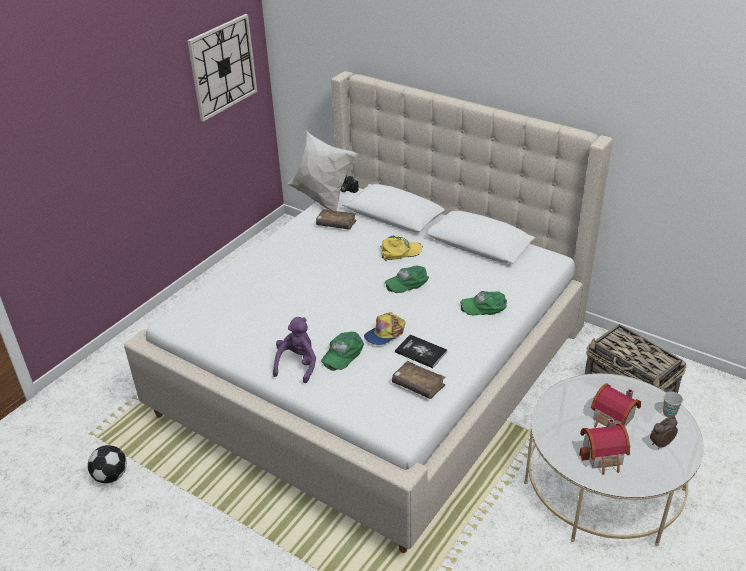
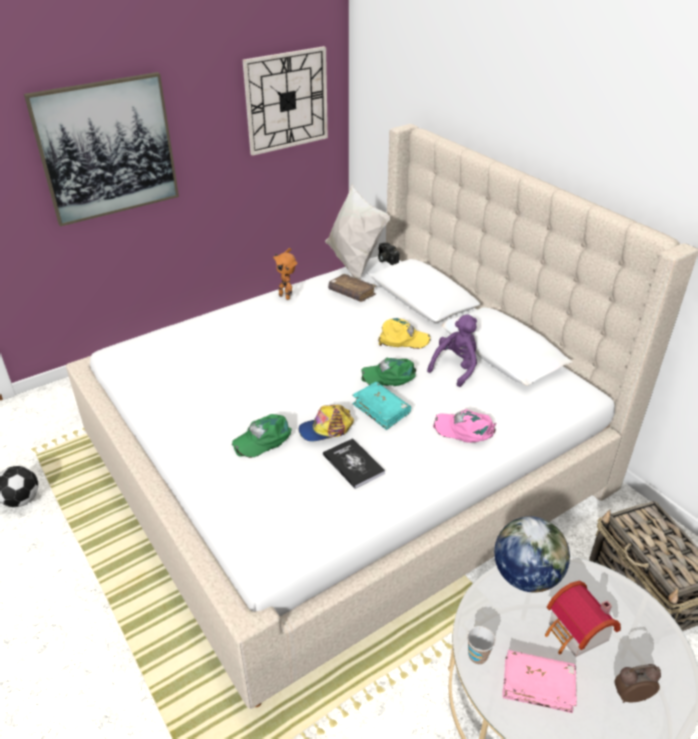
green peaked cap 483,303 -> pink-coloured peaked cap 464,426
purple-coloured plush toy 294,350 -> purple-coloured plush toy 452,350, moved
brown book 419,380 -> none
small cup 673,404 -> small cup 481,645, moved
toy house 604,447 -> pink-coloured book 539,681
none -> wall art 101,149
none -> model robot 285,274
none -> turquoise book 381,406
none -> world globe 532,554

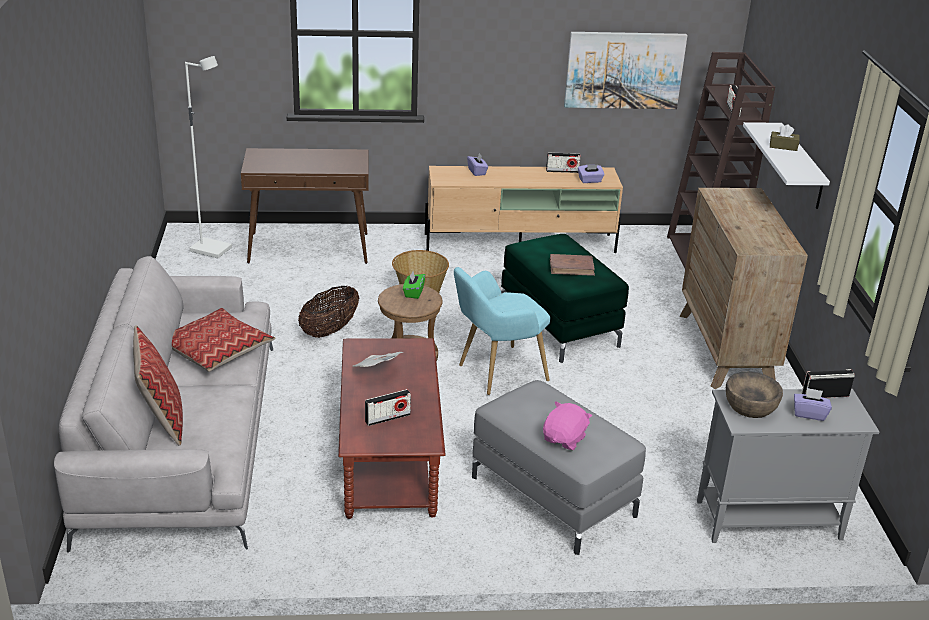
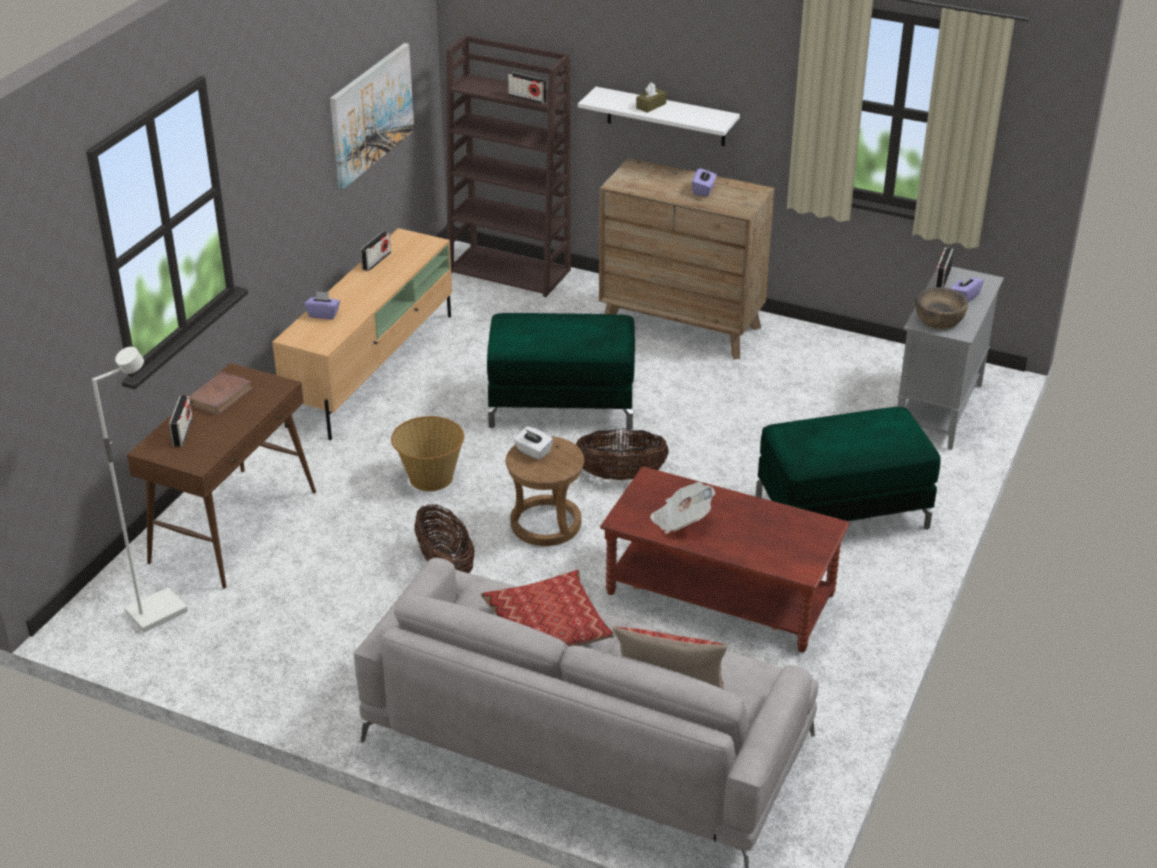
purple-coloured tissue box 591,174 -> purple-coloured tissue box 704,182, moved
brown book 572,265 -> brown book 221,393, moved
turquoise easy chair 502,331 -> household basket 622,454
green tissue box 414,285 -> white tissue box 533,443
gray ottoman 559,467 -> green ottoman 848,468
radio set 388,407 -> radio set 181,421, moved
pink-coloured plush toy 567,425 -> none

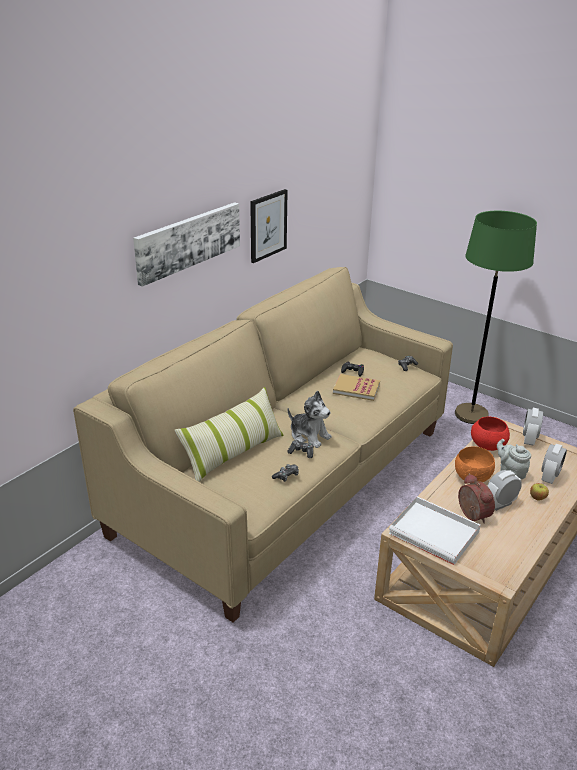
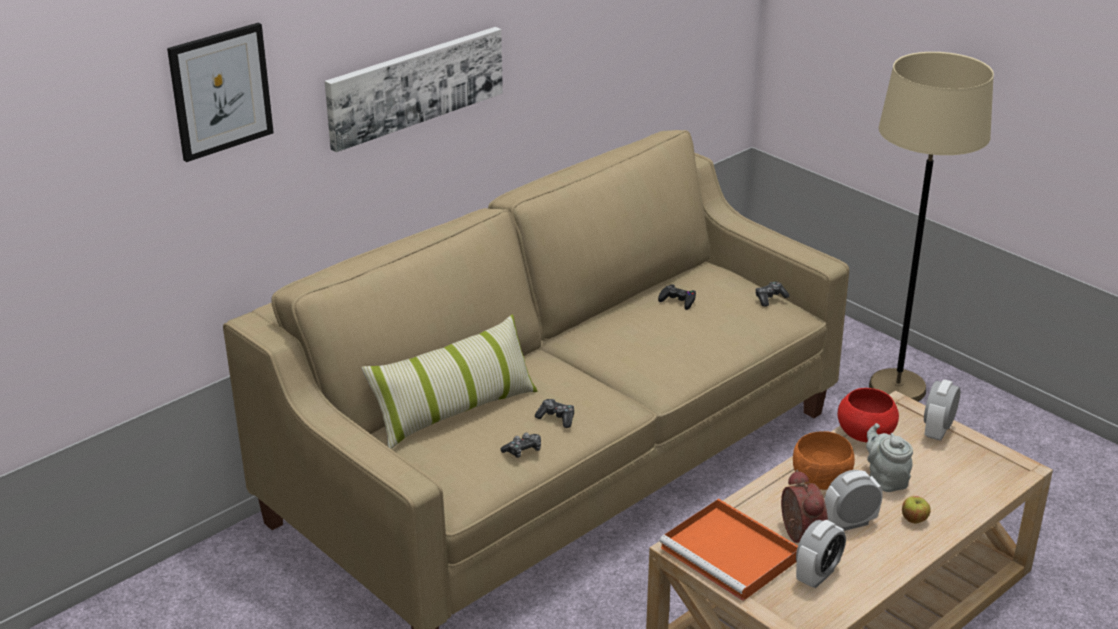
wall art 269,226 -> wall art 220,92, moved
green standard lamp 496,317 -> beige-coloured standard lamp 931,227
book 356,387 -> none
plush toy 310,419 -> none
bedside clock 554,464 -> bedside clock 821,554, moved
white tray 435,530 -> orangey tray 728,550

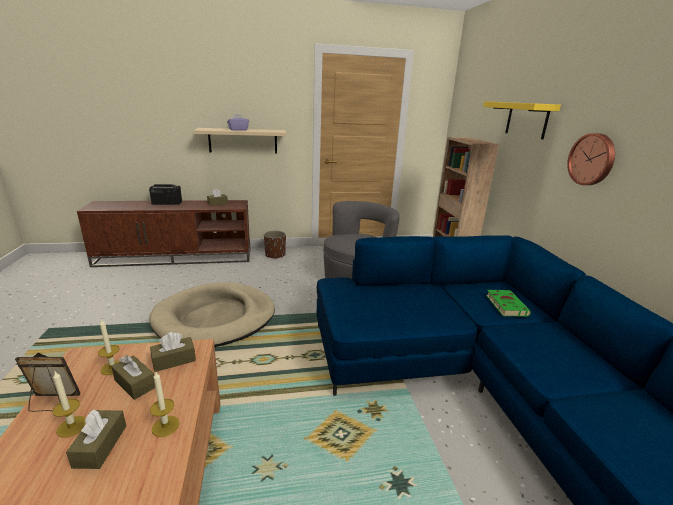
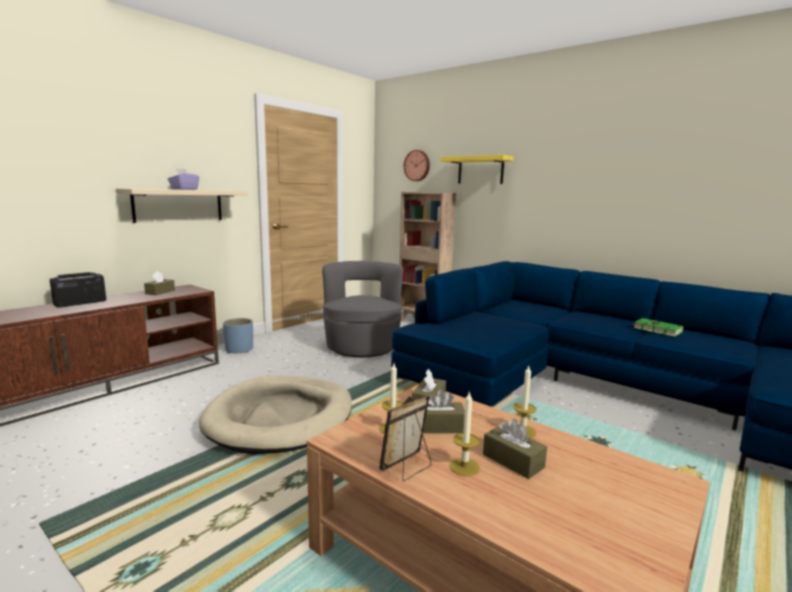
wall clock 591,159 -> wall clock 416,165, moved
brown planter 275,245 -> bluish planter 238,335
green book 508,303 -> green book 657,327, moved

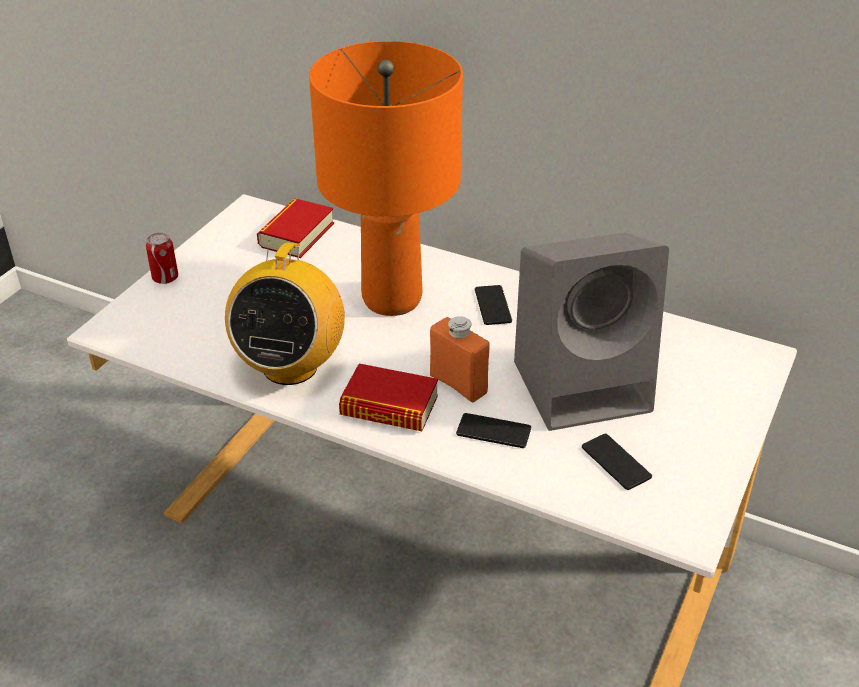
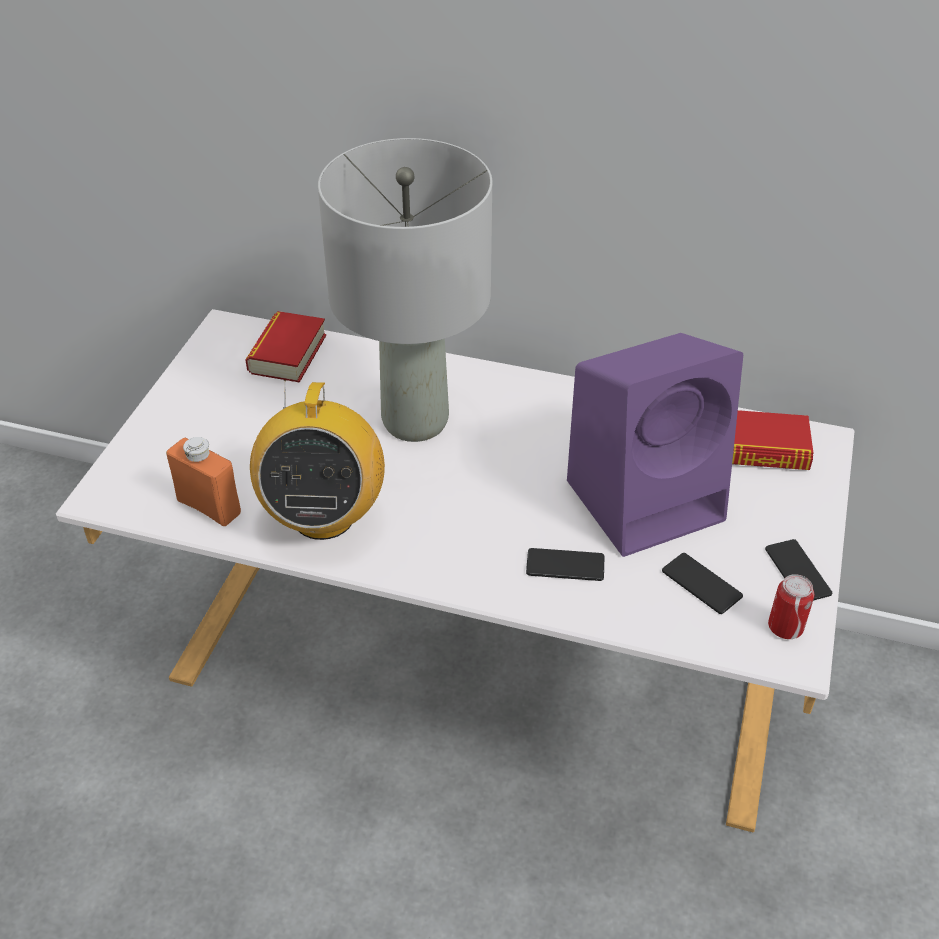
orangey lamp for a table 386,178 -> gray lamp for a table 405,290
sealed can 162,258 -> sealed can 791,606, moved
gray audio speaker 591,332 -> purple-coloured audio speaker 655,445
telephone 493,305 -> telephone 798,569, moved
orangey bottle 460,359 -> orangey bottle 203,481, moved
book 388,397 -> book 772,440, moved

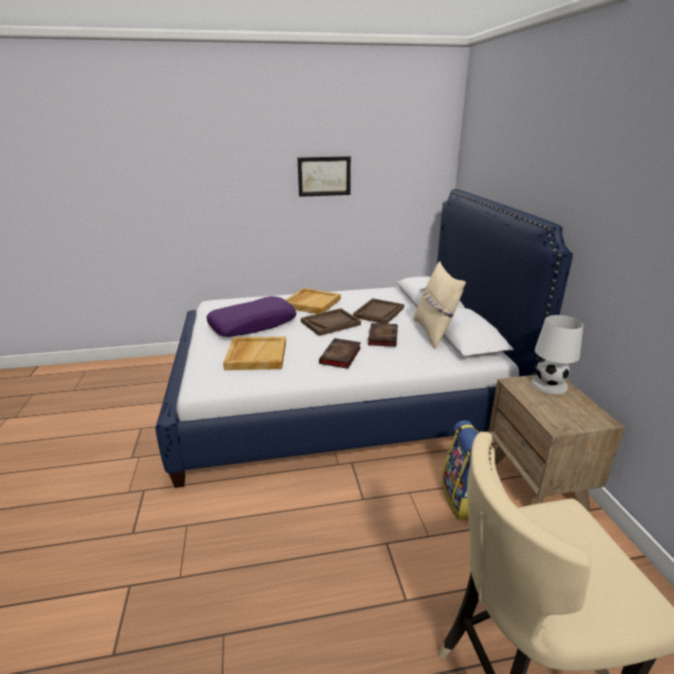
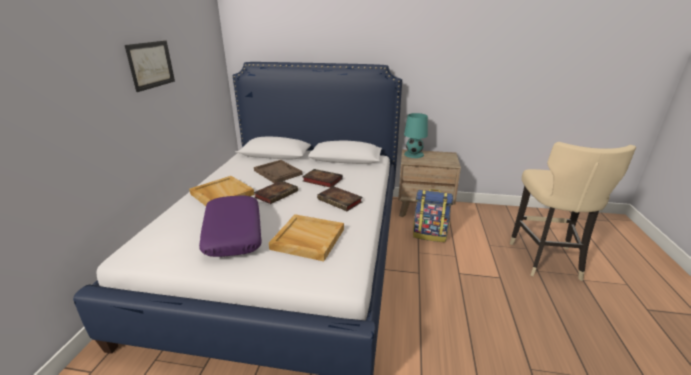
beige-coloured throw pillow 439,304 -> none
brown tray 331,322 -> book 276,192
white lamp for a table 557,354 -> turquoise lamp for a table 416,135

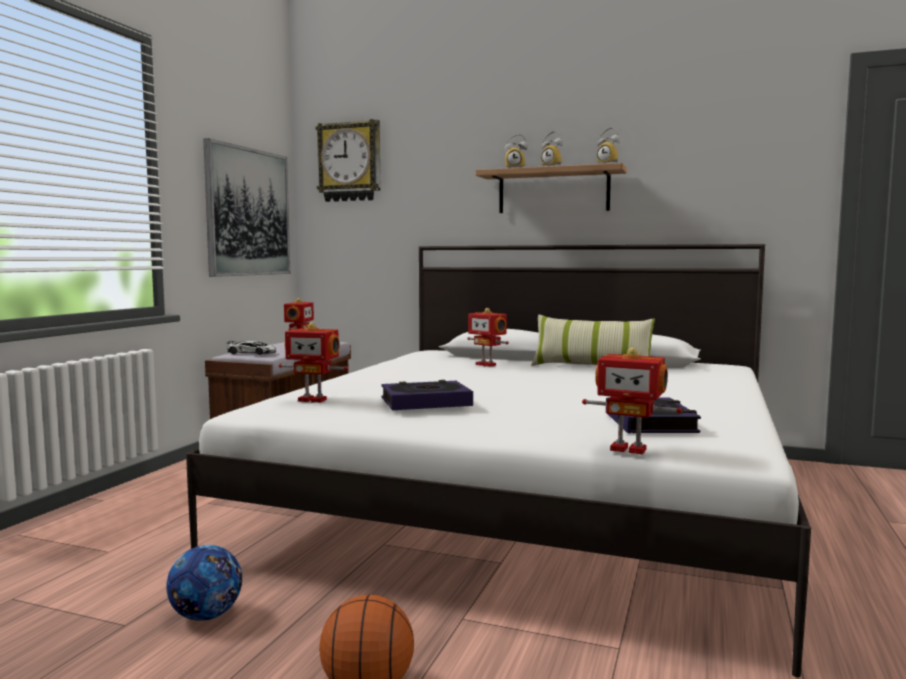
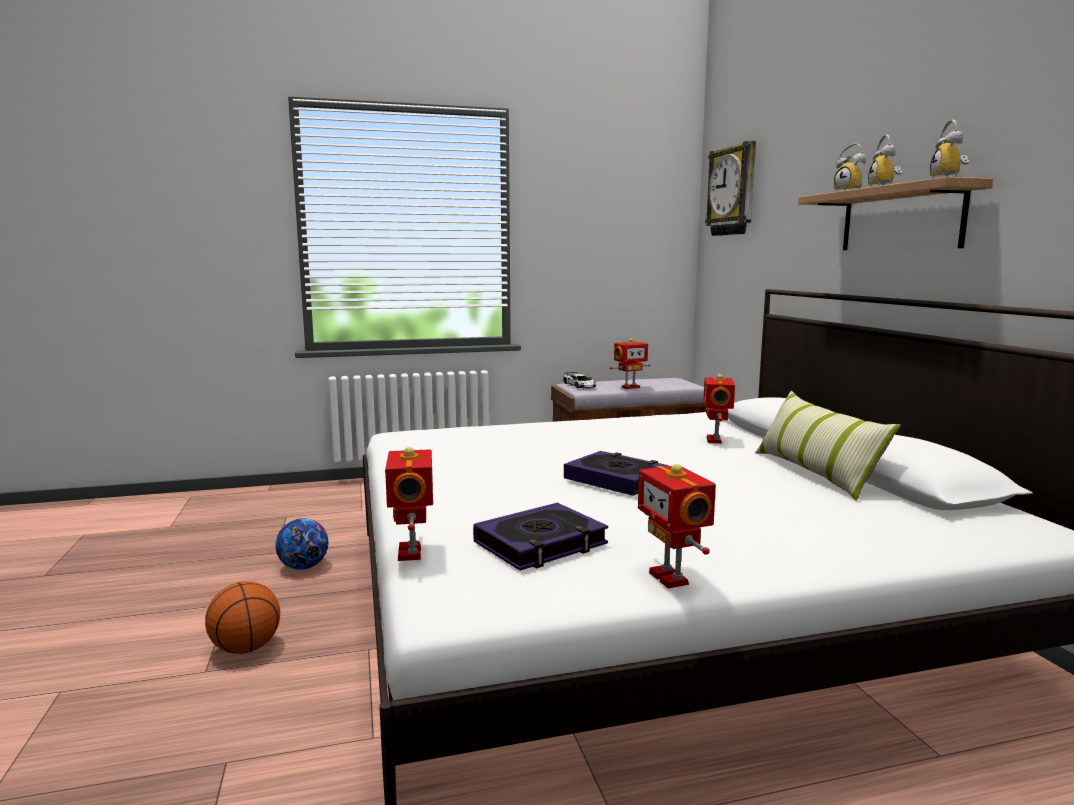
wall art 246,207 -> none
model robot 313,362 -> model robot 677,526, moved
book 427,395 -> book 616,473, moved

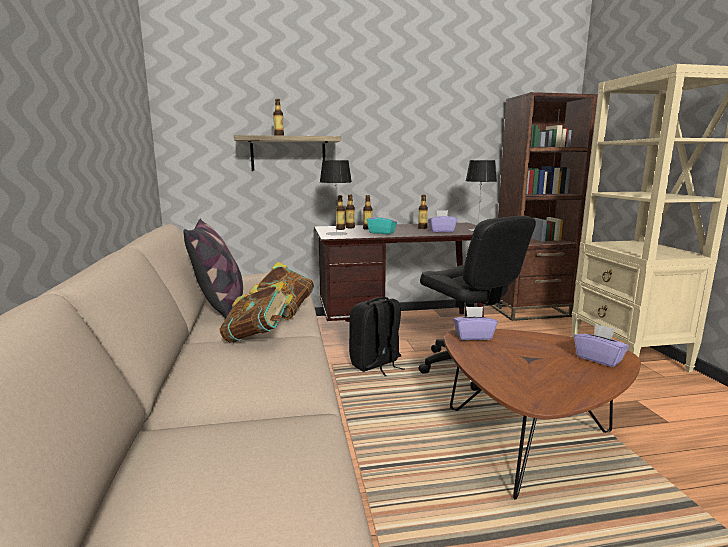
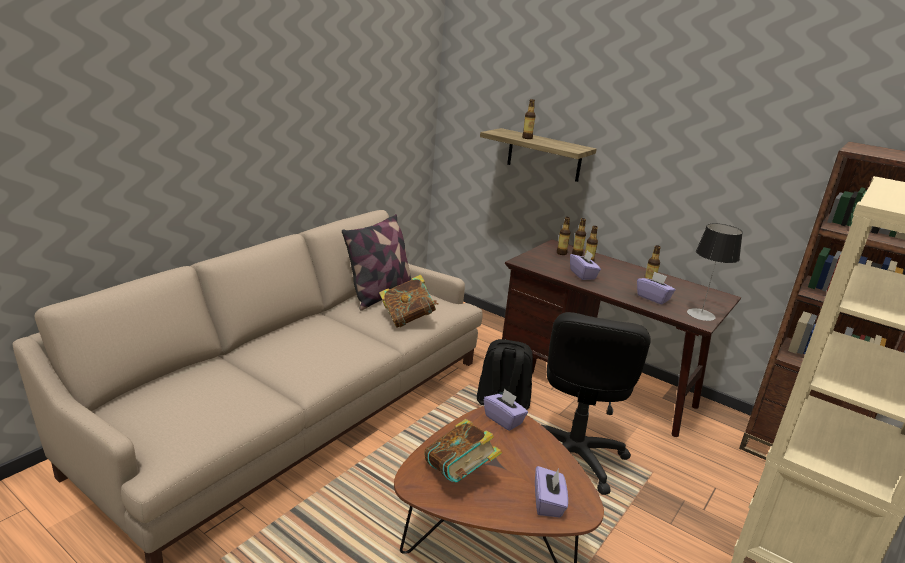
lamp for a table 336,197 -> none
turquoise tissue box 382,222 -> purple-coloured tissue box 585,265
book 256,312 -> book 463,451, moved

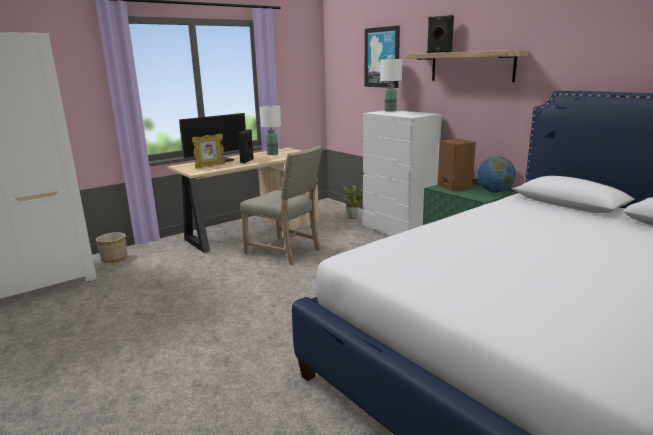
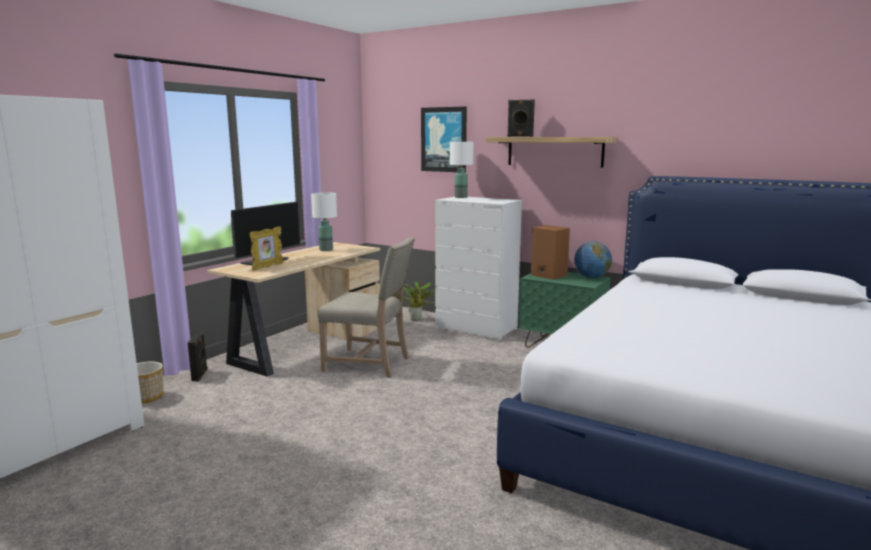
black audio speaker 246,146 -> black audio speaker 198,356, moved

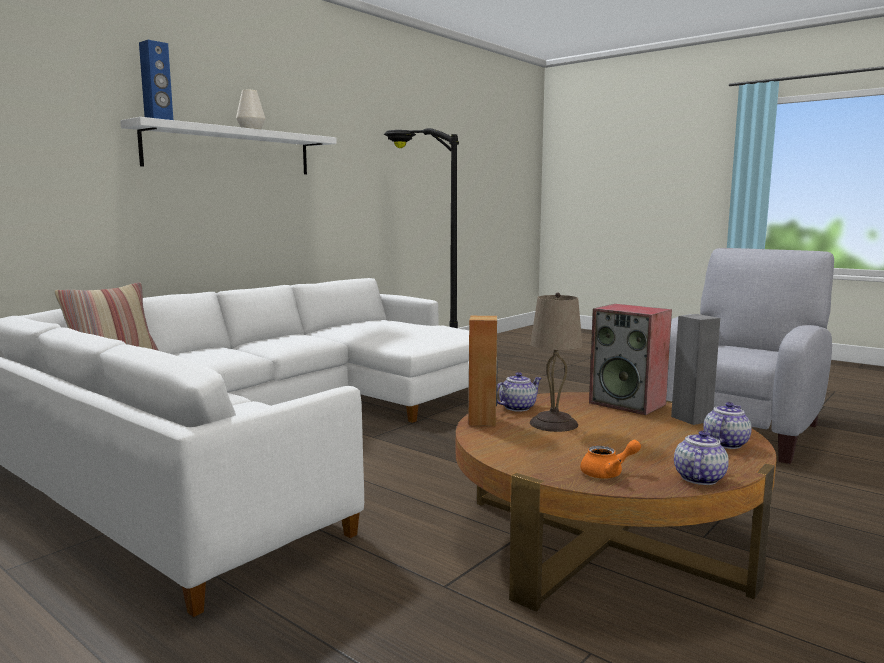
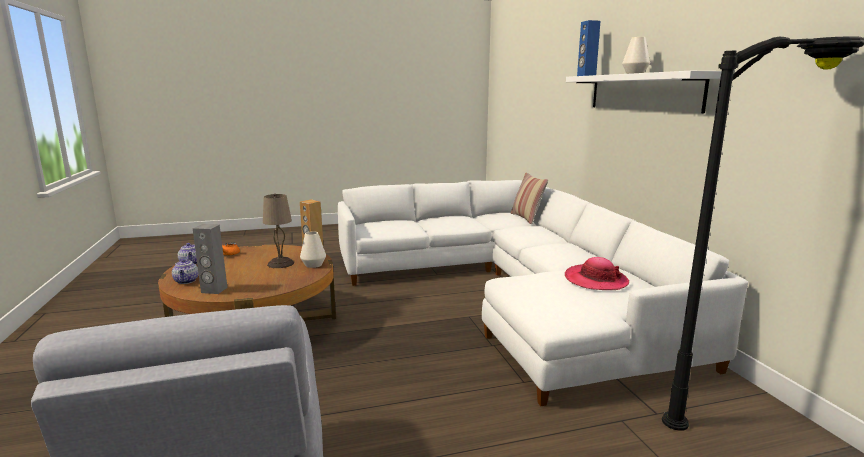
audio speaker 630,359 -> none
tea pot 519,392 -> white vase 313,249
none -> hat 597,273

